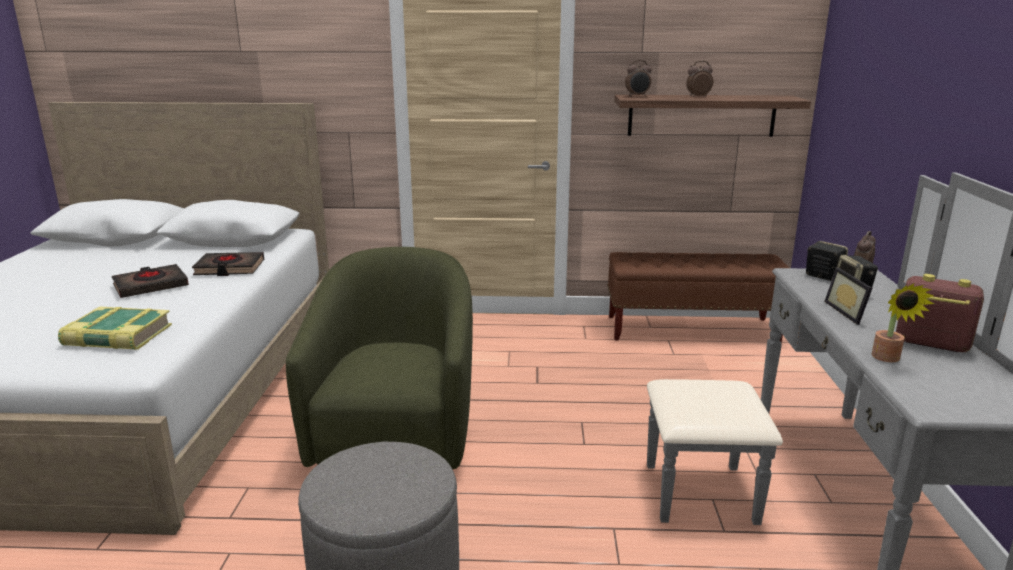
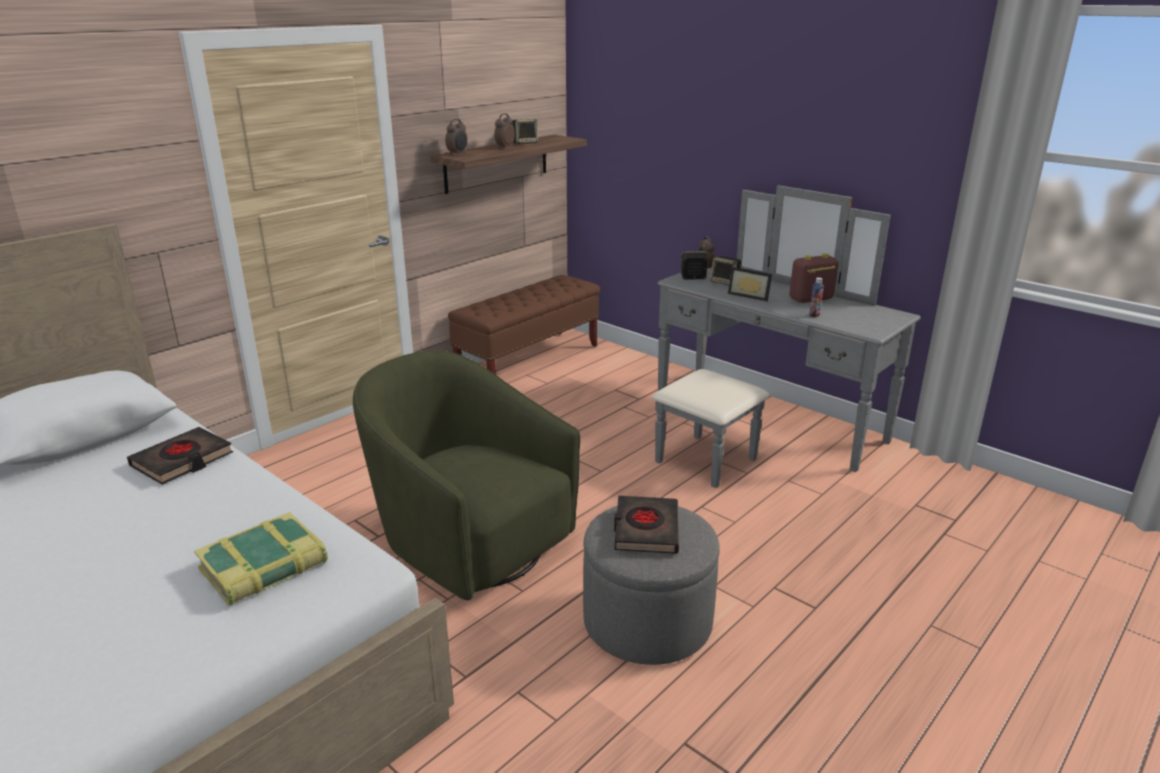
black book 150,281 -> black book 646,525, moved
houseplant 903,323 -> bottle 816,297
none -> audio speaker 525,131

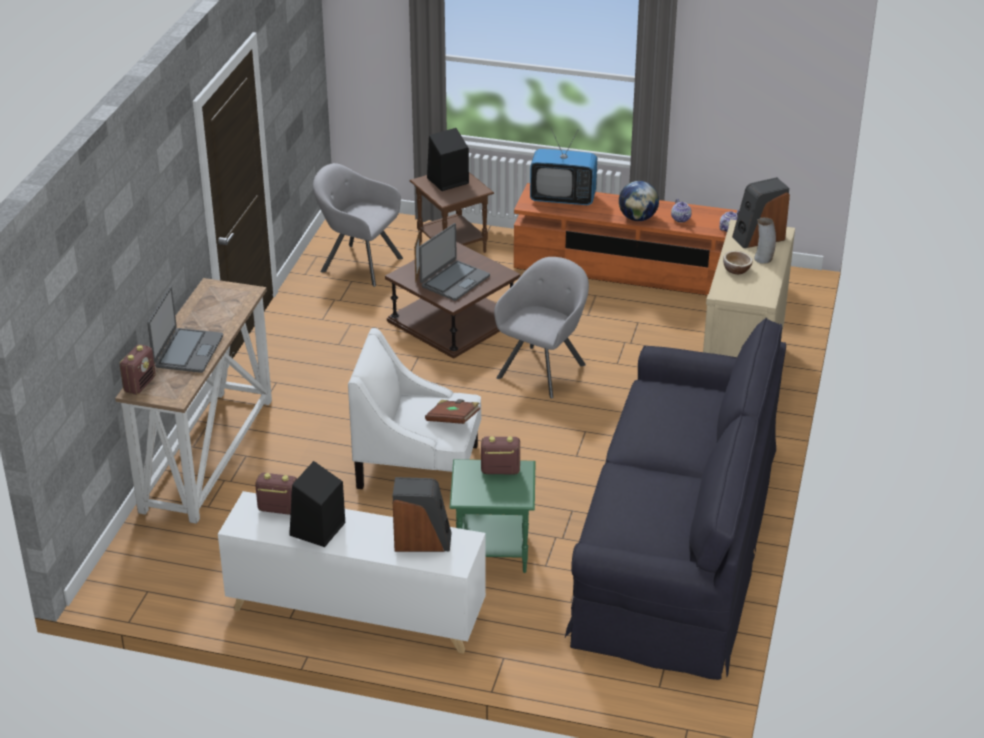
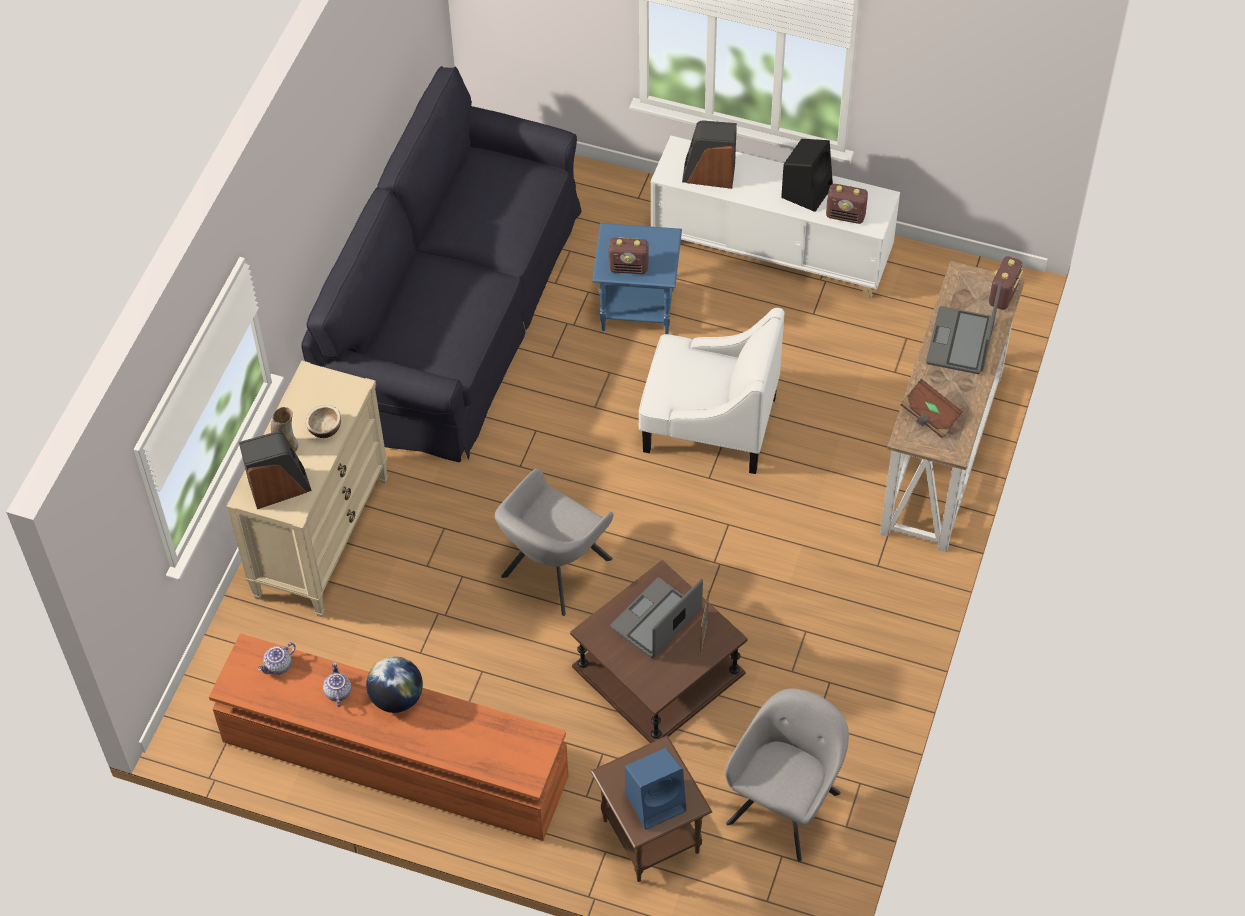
black audio speaker 448,159 -> bluish audio speaker 656,789
TV set 563,166 -> none
gray easy chair 358,225 -> gray easy chair 787,775, 90 degrees counterclockwise
brown book 452,411 -> brown book 931,408, moved
green accent table 492,516 -> bluish accent table 637,278

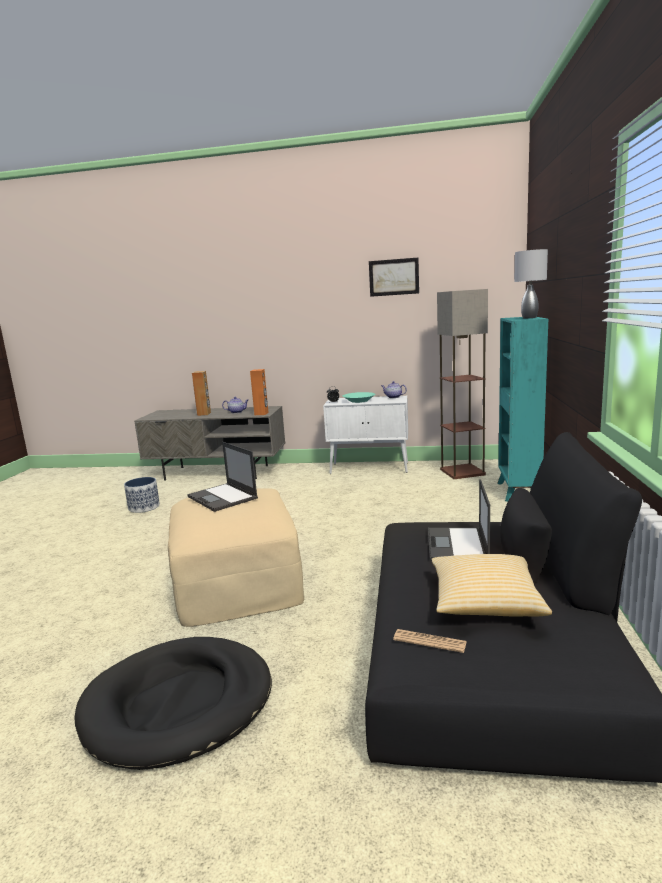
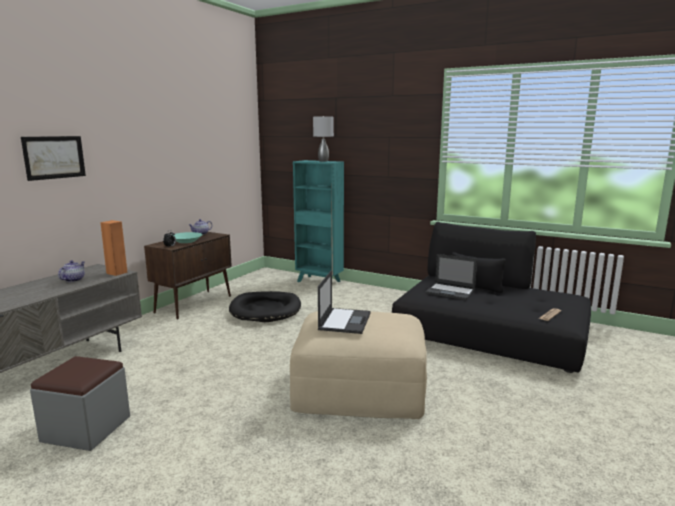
wall art 394,277 -> wall art 53,158, moved
standard lamp 462,384 -> none
brown audio speaker 201,393 -> none
white cabinet 365,435 -> brown cabinet 188,276
portable computer 222,477 -> portable computer 344,302, 60 degrees counterclockwise
planter 142,495 -> gray ottoman 80,403
throw pillow 491,585 -> none
black dog cushion 173,703 -> black dog cushion 265,306, moved

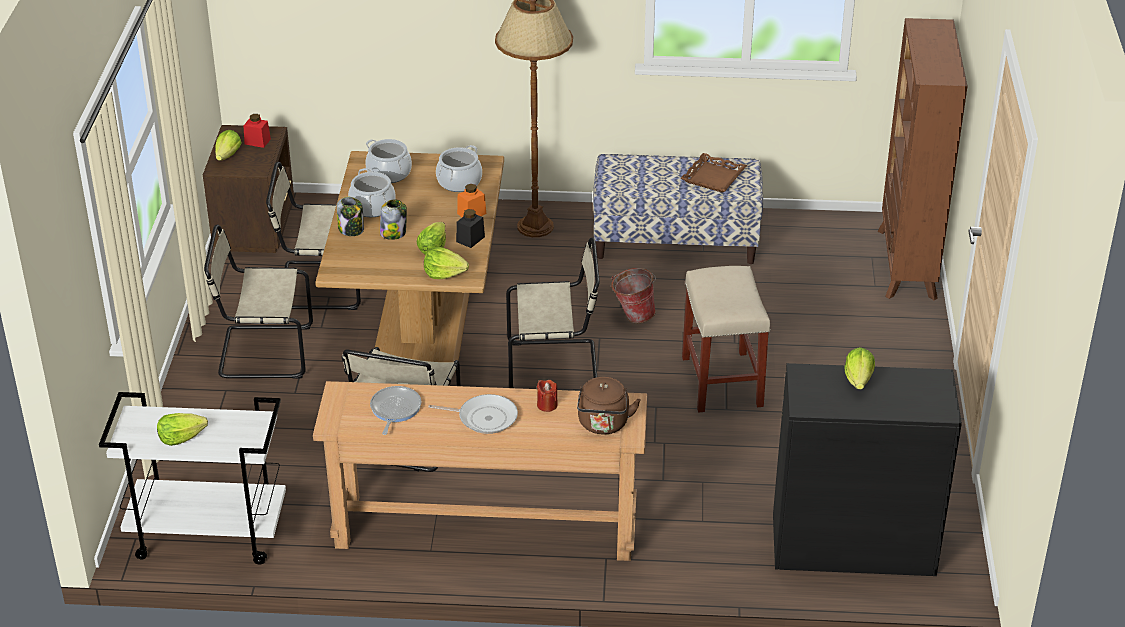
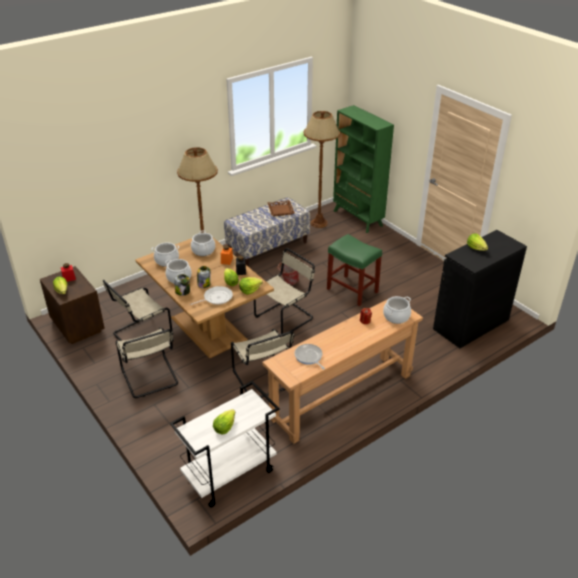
brown shelving unit 922,159 -> green shelving unit 363,169
beige-coloured chair 258,302 -> beige-coloured chair 147,362, 75 degrees counterclockwise
beige-coloured stool 726,339 -> green stool 354,270
brown water kettle 609,405 -> stockpot 397,310
skillet 473,414 -> skillet 211,295, moved
none -> brown standard lamp 322,169

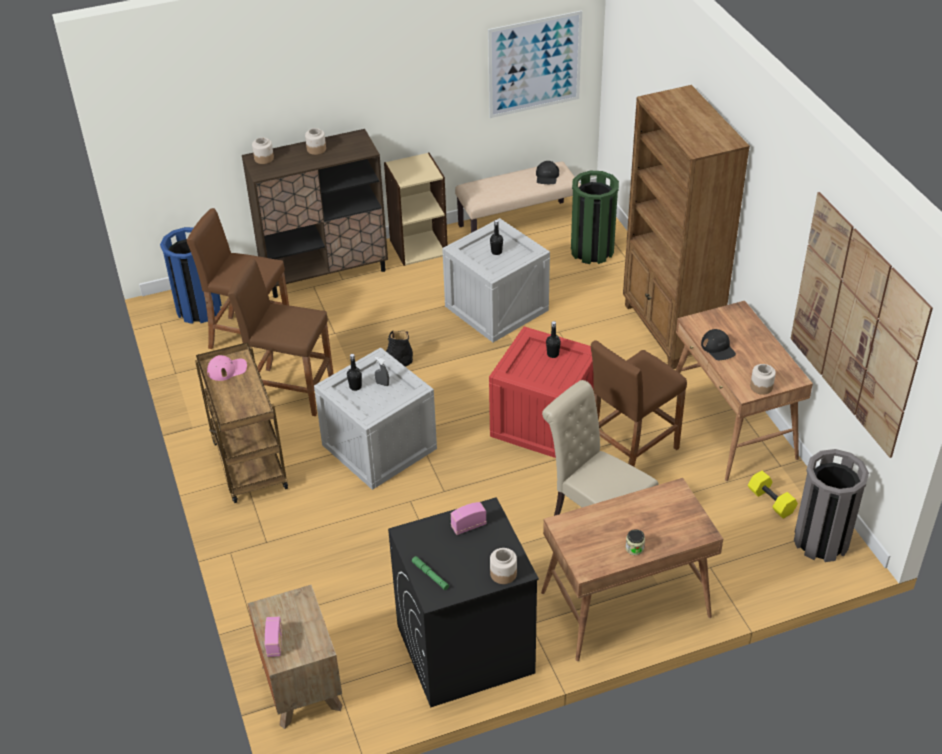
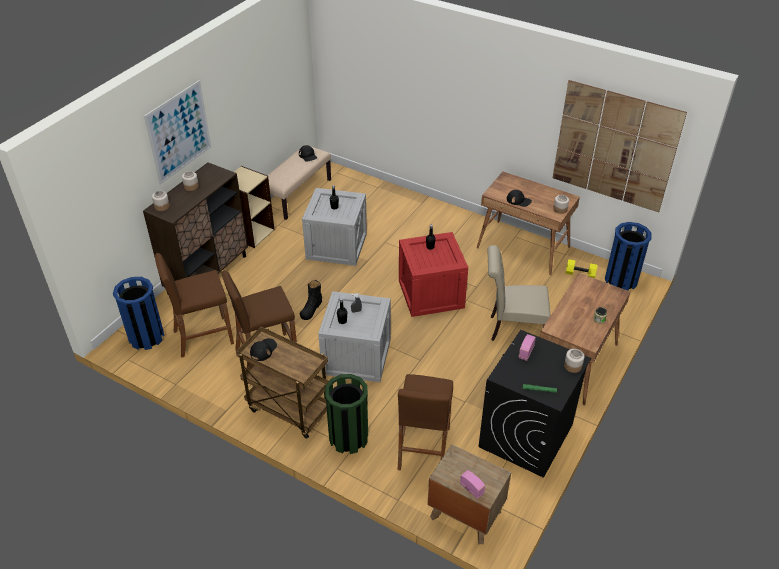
wall art 535,64 -> wall art 177,132, moved
brown shelving unit 686,227 -> none
green trash can 595,217 -> green trash can 346,414, moved
brown stool 639,403 -> brown stool 425,422, moved
pink-coloured peaked cap 227,368 -> black peaked cap 263,349
gray trash can 831,505 -> bluish trash can 628,256

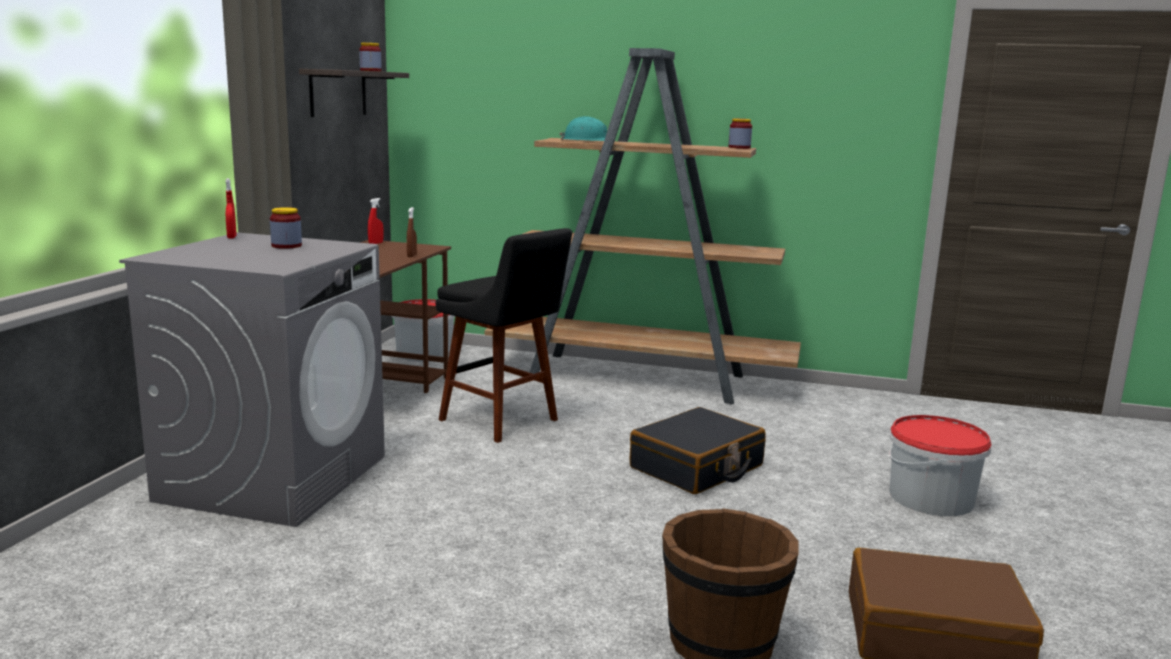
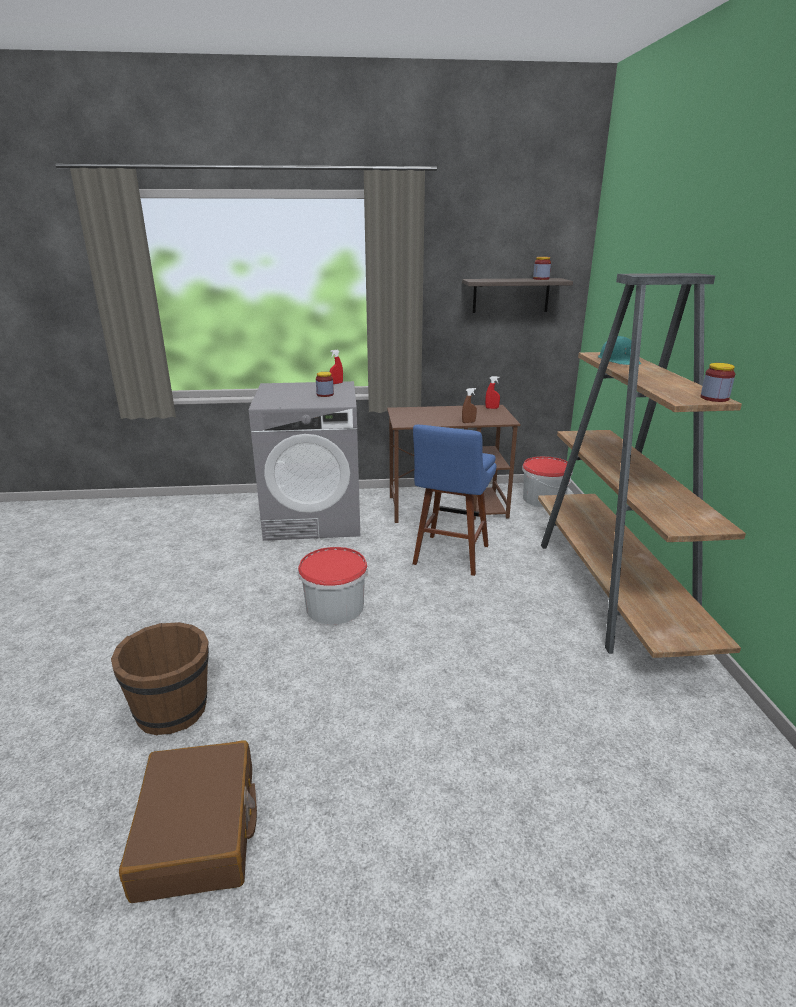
black stool 503,335 -> bluish stool 454,500
black suitcase 697,450 -> none
water bucket 940,465 -> water bucket 333,585, moved

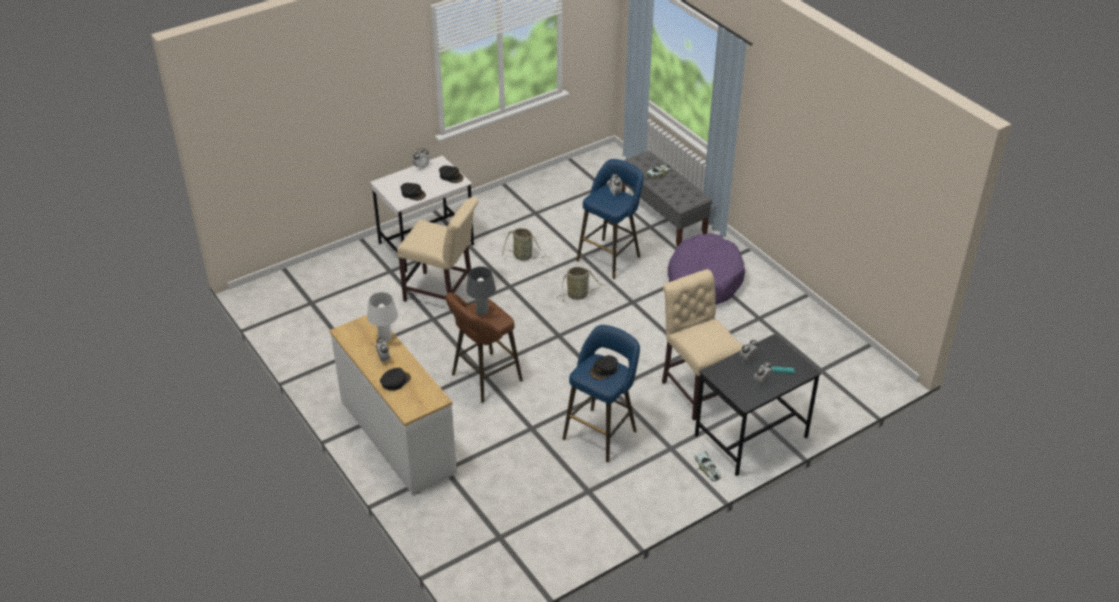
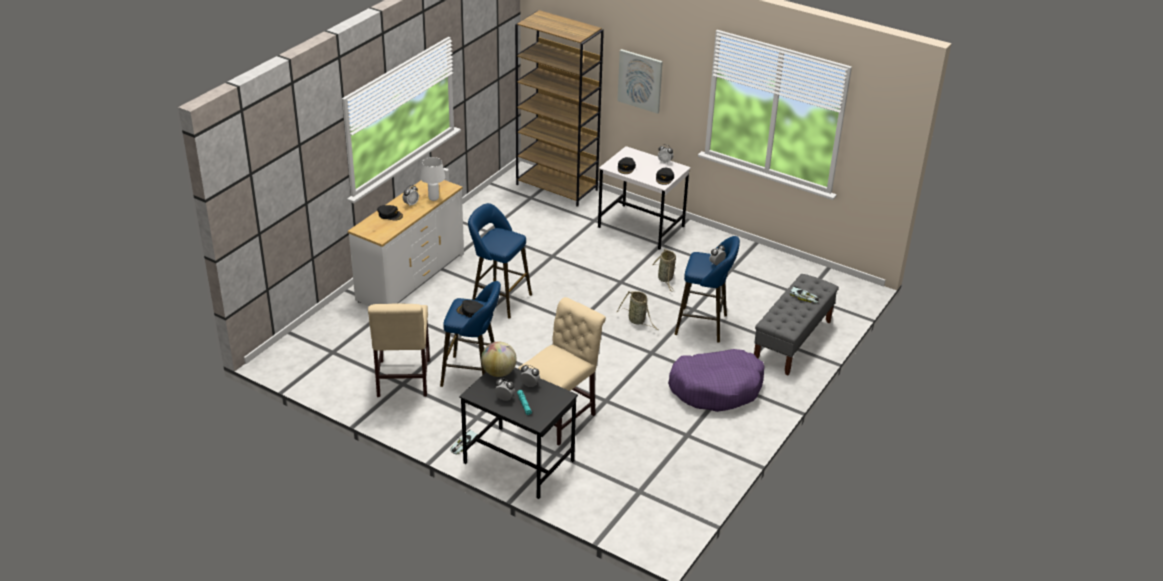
beige-coloured chair 437,255 -> beige-coloured chair 399,350, moved
gray lamp for a table 481,290 -> none
brown stool 484,348 -> bluish stool 500,261
none -> brown shelving unit 559,108
none -> wall art 640,81
none -> world globe 499,359

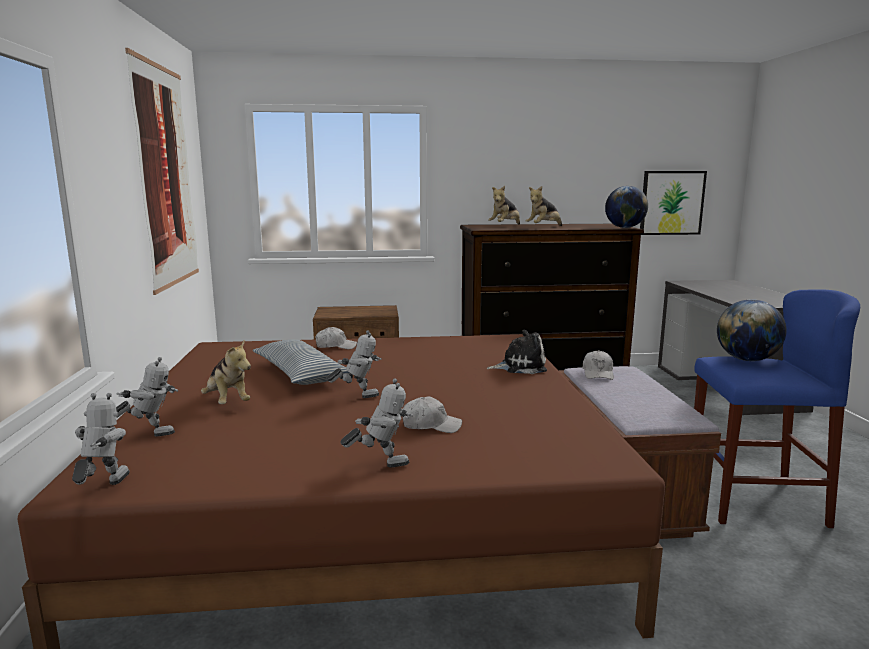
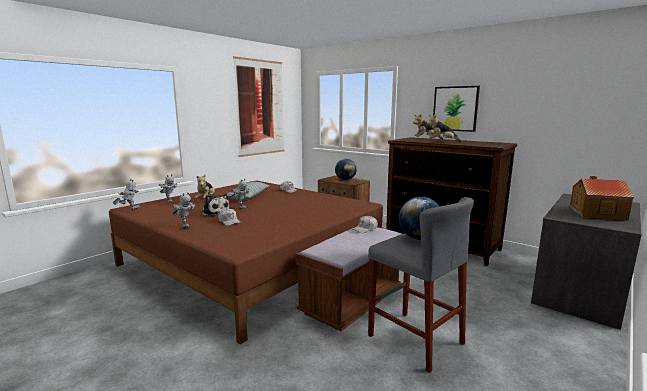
wall art 673,203 -> wall art 456,109, moved
world globe 626,207 -> world globe 346,169, moved
bluish stool 777,408 -> gray stool 421,285
plush toy 517,352 -> plush toy 215,205, moved
none -> toy house 602,198

